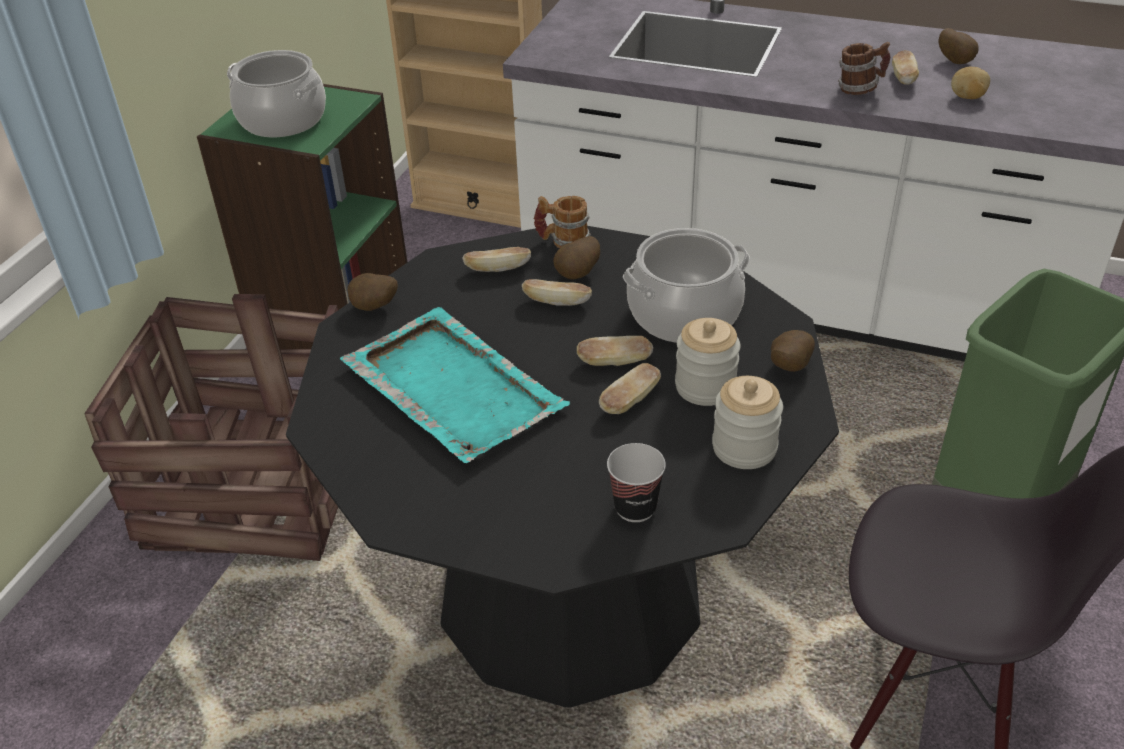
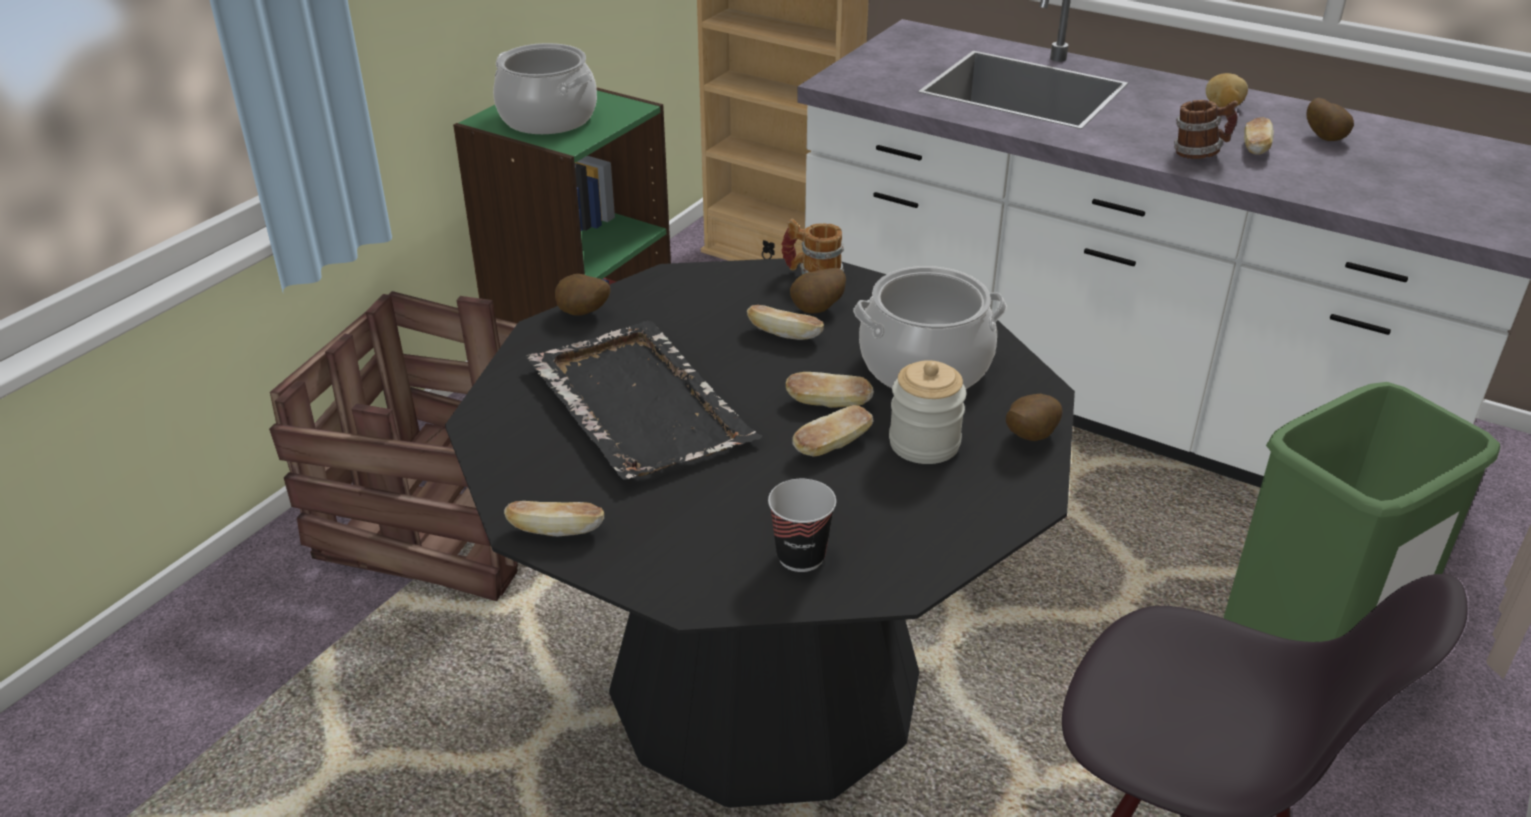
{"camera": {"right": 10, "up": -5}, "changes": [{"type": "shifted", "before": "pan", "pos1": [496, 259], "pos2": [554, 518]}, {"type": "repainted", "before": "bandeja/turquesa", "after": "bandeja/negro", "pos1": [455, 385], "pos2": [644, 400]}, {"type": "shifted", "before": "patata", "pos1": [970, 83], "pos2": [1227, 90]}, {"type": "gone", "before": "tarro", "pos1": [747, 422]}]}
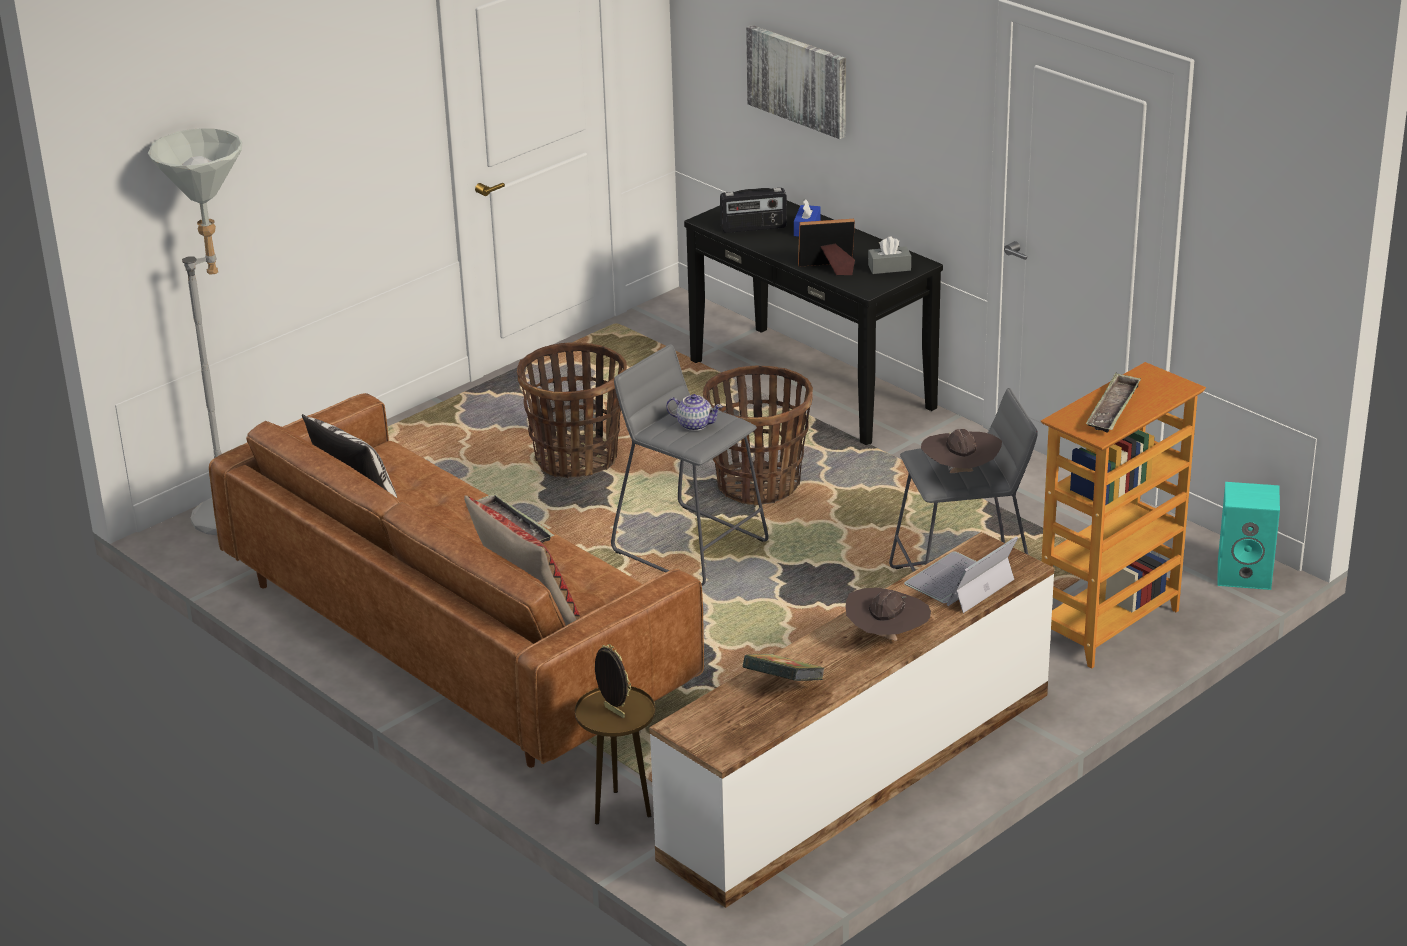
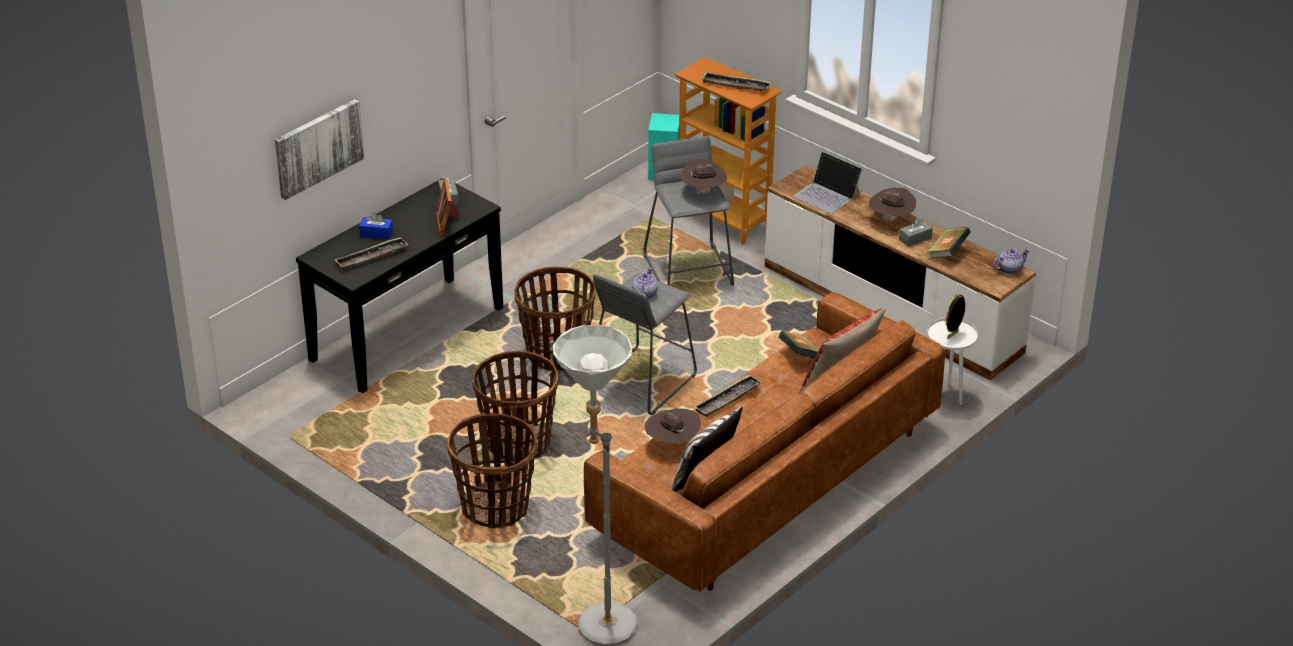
{"camera": {"right": -95, "up": 5}, "changes": [{"type": "swapped", "before": "radio", "after": "bandeja", "pos1": [753, 210], "pos2": [371, 253]}, {"type": "new", "after": "cesta", "pos2": [492, 470]}, {"type": "new", "after": "sombrero/marrón", "pos2": [673, 427]}, {"type": "new", "after": "libro", "pos2": [799, 345]}, {"type": "new", "after": "caja de pañuelos/gris", "pos2": [916, 232]}, {"type": "repainted", "before": "mesa auxiliar/marrón", "after": "mesa auxiliar/blanco", "pos1": [615, 755], "pos2": [952, 361]}, {"type": "new", "after": "tetera", "pos2": [1011, 261]}]}
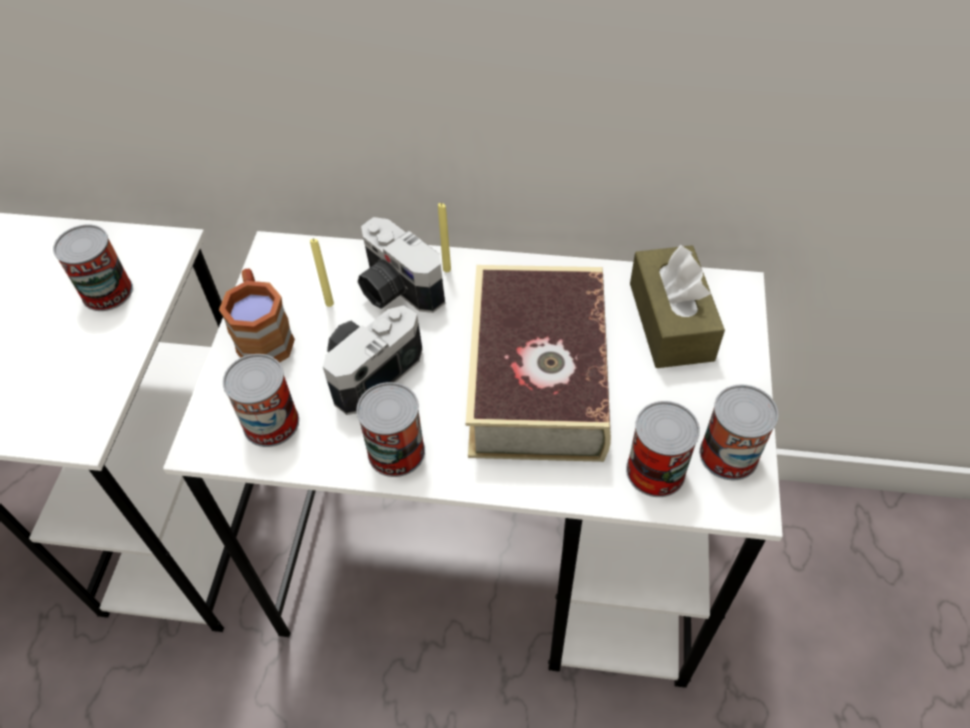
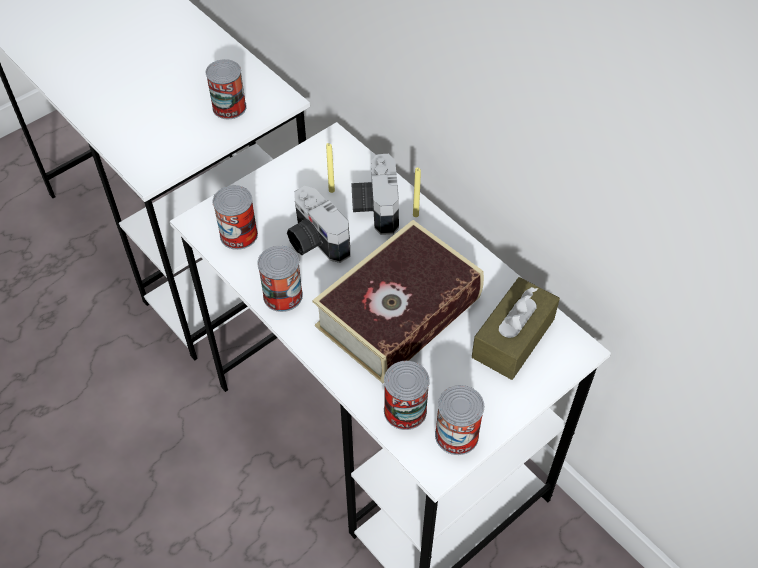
{"camera": {"right": 40, "up": 0}, "changes": [{"type": "rotated", "before": "cámara", "pos1": [372, 360], "pos2": [318, 224], "turn": -120}, {"type": "gone", "before": "taza grande/marrón", "pos1": [257, 316]}]}
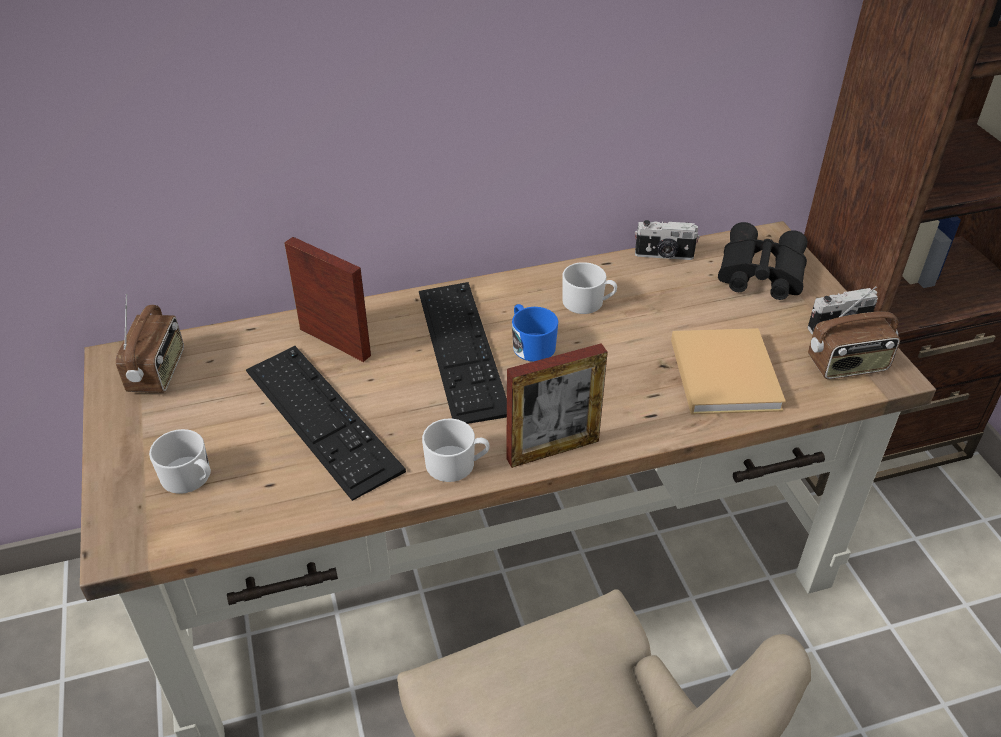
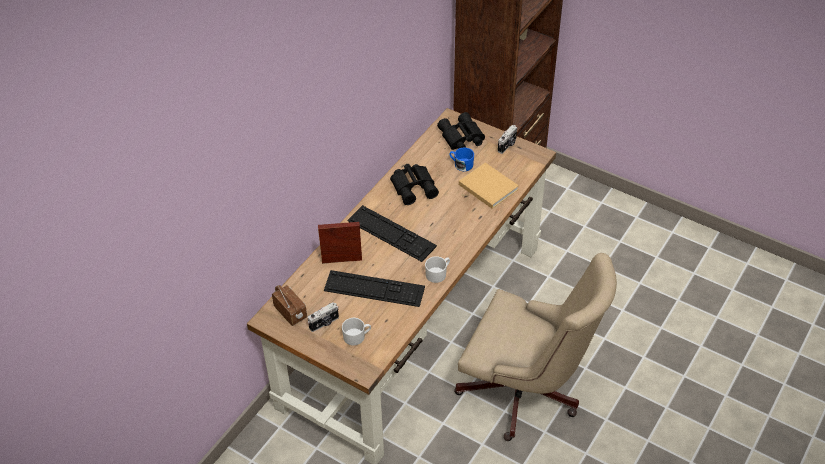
{"camera": {"right": -40, "up": 5}, "changes": [{"type": "shifted", "before": "cámara", "pos1": [667, 240], "pos2": [323, 317]}, {"type": "swapped", "before": "taza grande/blanco", "after": "prismáticos/negro", "pos1": [589, 288], "pos2": [414, 184]}, {"type": "shifted", "before": "taza grande/azul", "pos1": [535, 333], "pos2": [461, 159]}, {"type": "gone", "before": "portarretratos", "pos1": [557, 405]}, {"type": "gone", "before": "radio", "pos1": [854, 332]}]}
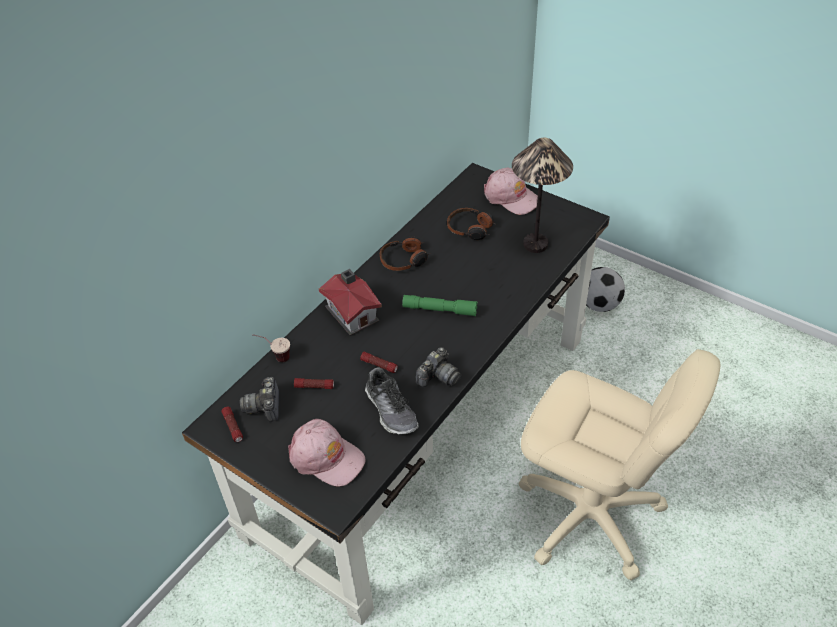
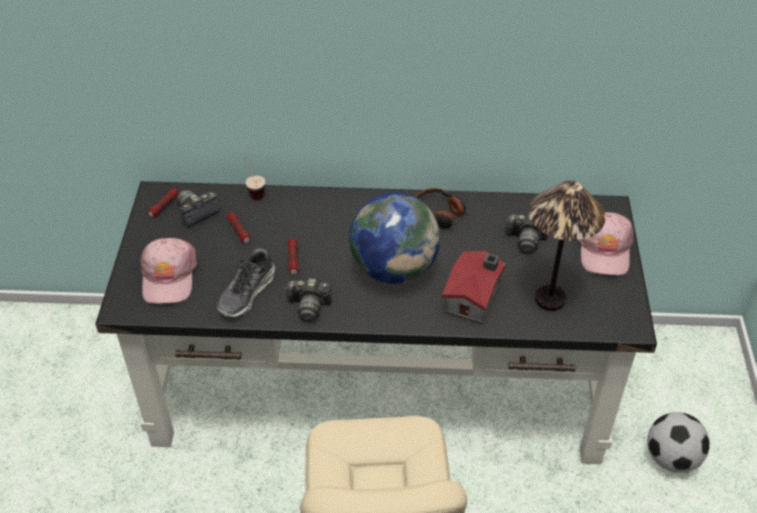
{"camera": {"right": 55, "up": 0}, "changes": [{"type": "swapped", "before": "linterna/verde", "after": "globo terráqueo", "pos1": [440, 305], "pos2": [394, 238]}, {"type": "shifted", "before": "casita", "pos1": [350, 302], "pos2": [474, 287]}, {"type": "swapped", "before": "auriculares", "after": "cámara", "pos1": [472, 224], "pos2": [526, 234]}]}
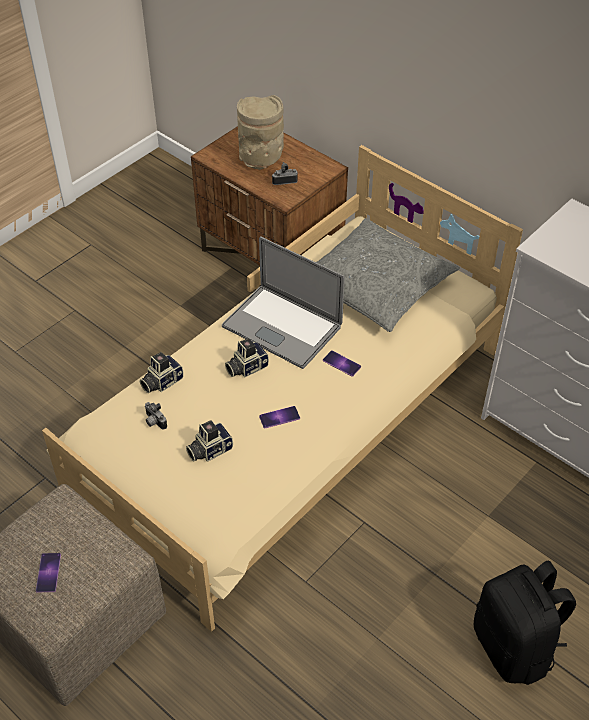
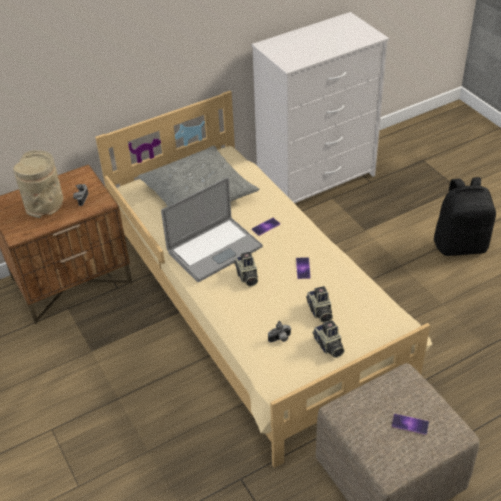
{"camera": {"right": -70, "up": -5}, "changes": [{"type": "shifted", "before": "cámara", "pos1": [162, 372], "pos2": [328, 339]}]}
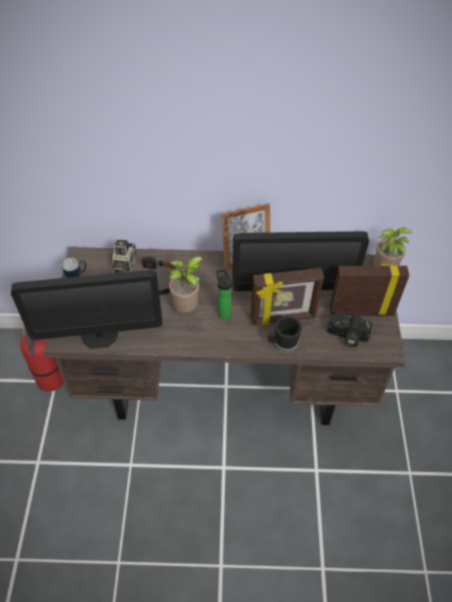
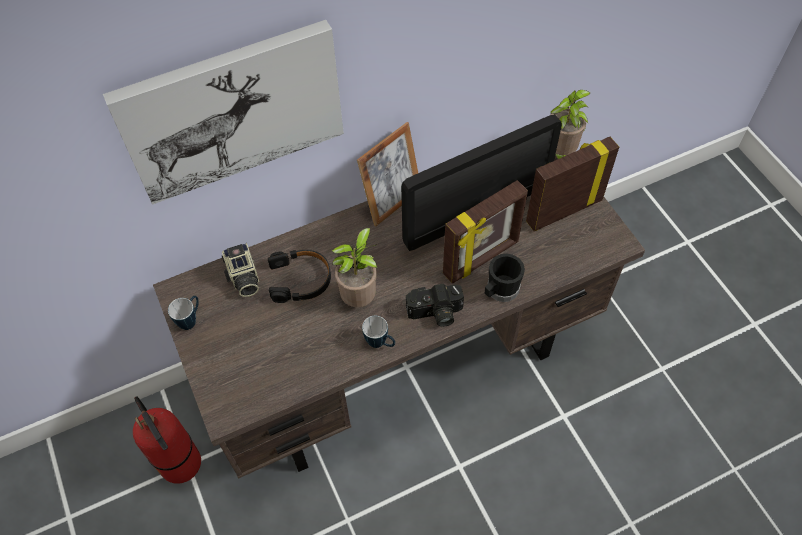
{"camera": {"right": -25, "up": 5}, "changes": [{"type": "new", "after": "cuadro", "pos2": [223, 112]}, {"type": "new", "after": "taza grande", "pos2": [378, 332]}, {"type": "shifted", "before": "cámara", "pos1": [350, 329], "pos2": [435, 305]}, {"type": "gone", "before": "monitor", "pos1": [86, 309]}, {"type": "gone", "before": "botella", "pos1": [224, 294]}]}
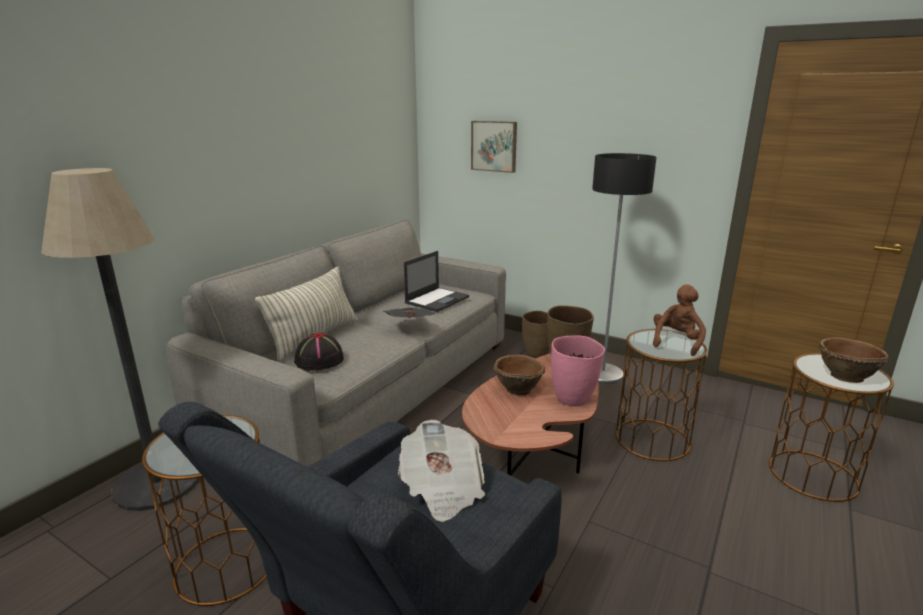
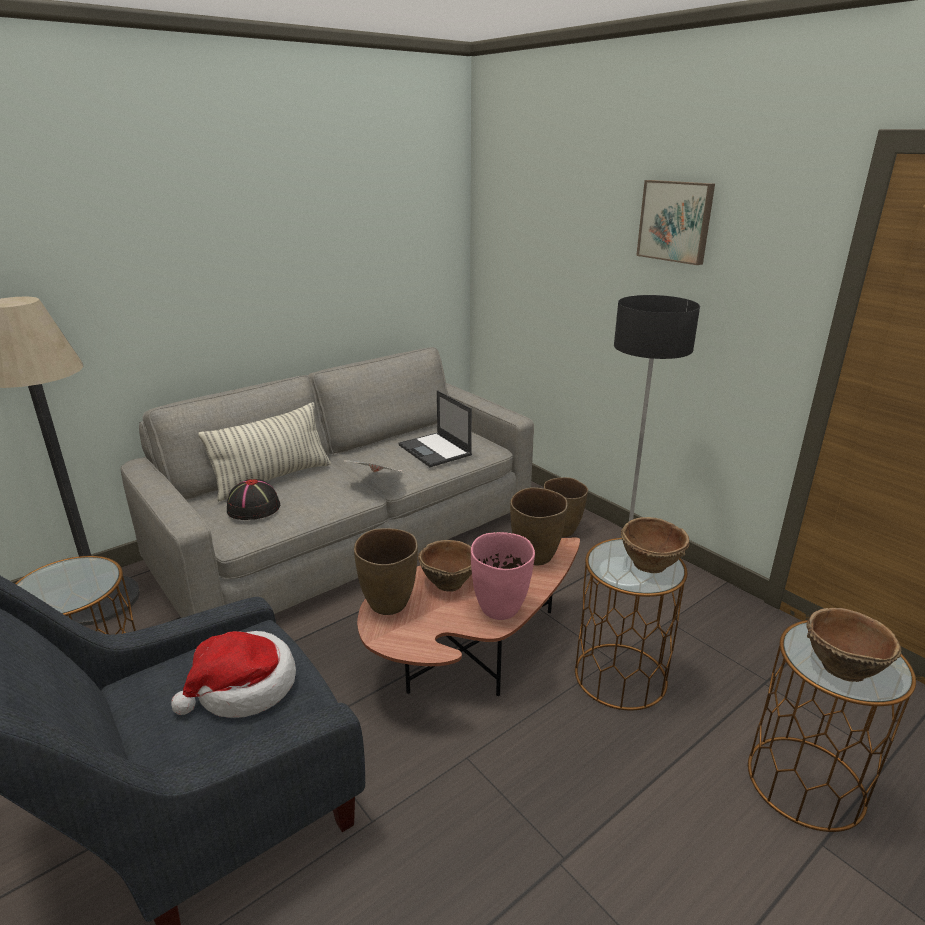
{"camera": {"right": 20, "up": 5}, "changes": [{"type": "swapped", "before": "periódico", "after": "sombrero", "pos1": [441, 471], "pos2": [233, 674]}, {"type": "new", "after": "florero/marrón", "pos2": [386, 571]}, {"type": "rotated", "before": "portátil", "pos1": [436, 281], "pos2": [435, 428], "turn": 90}, {"type": "swapped", "before": "peluche/marrón", "after": "cuenco/marrón", "pos1": [679, 320], "pos2": [655, 545]}, {"type": "shifted", "before": "cuadro", "pos1": [494, 147], "pos2": [675, 222]}]}
